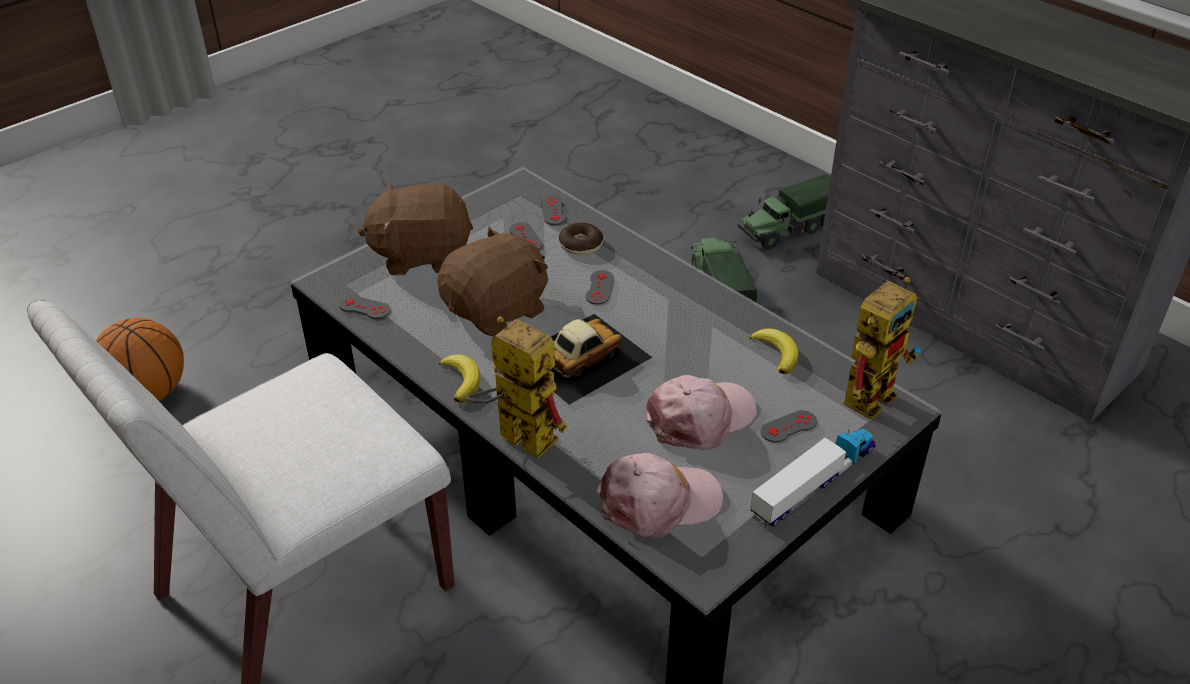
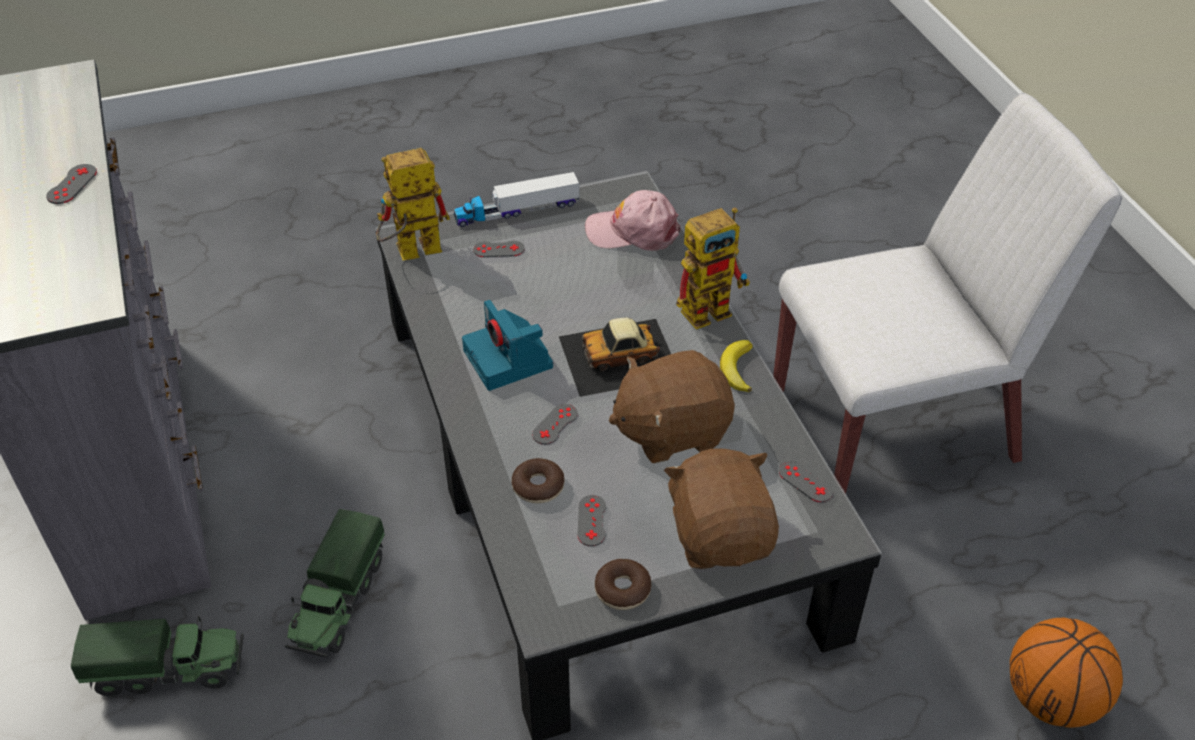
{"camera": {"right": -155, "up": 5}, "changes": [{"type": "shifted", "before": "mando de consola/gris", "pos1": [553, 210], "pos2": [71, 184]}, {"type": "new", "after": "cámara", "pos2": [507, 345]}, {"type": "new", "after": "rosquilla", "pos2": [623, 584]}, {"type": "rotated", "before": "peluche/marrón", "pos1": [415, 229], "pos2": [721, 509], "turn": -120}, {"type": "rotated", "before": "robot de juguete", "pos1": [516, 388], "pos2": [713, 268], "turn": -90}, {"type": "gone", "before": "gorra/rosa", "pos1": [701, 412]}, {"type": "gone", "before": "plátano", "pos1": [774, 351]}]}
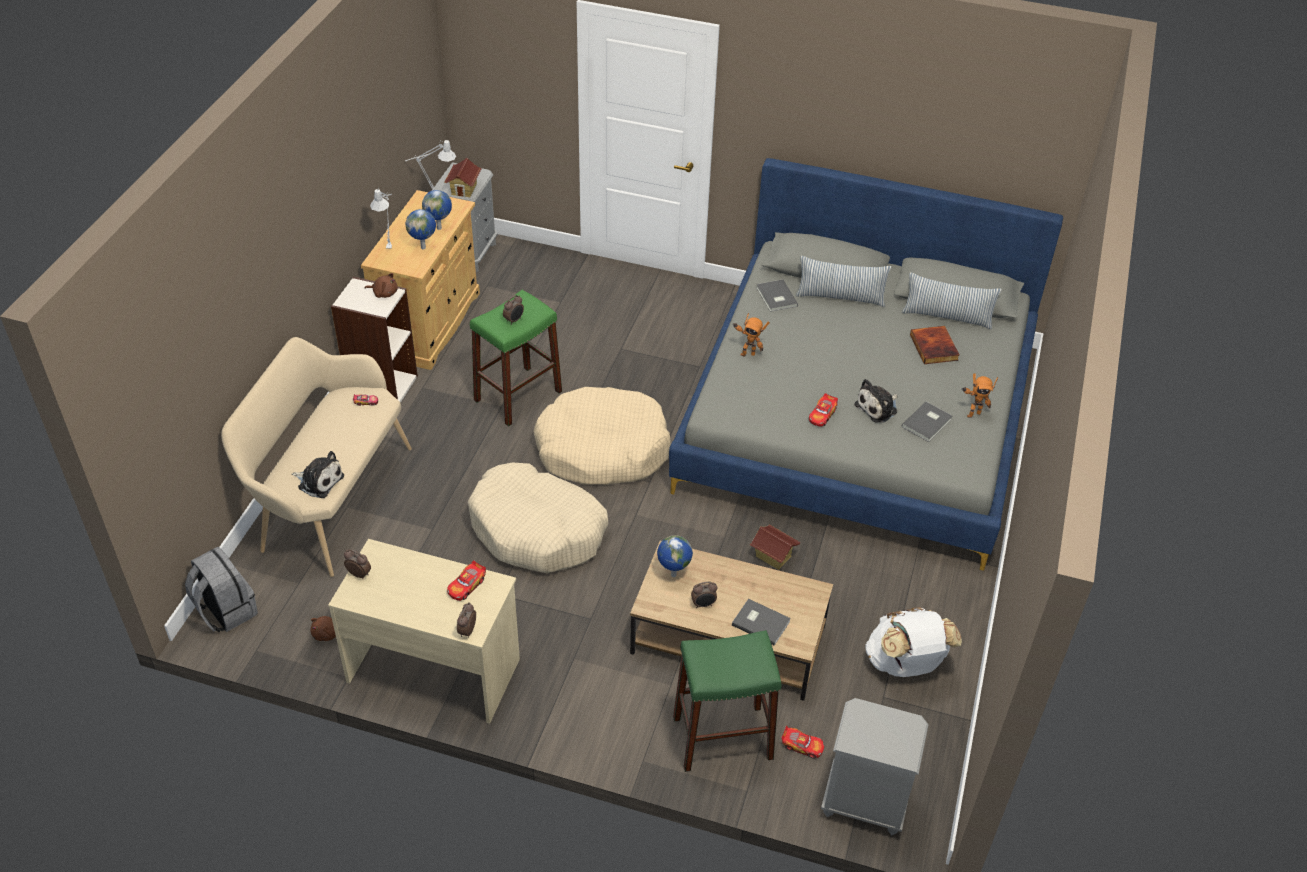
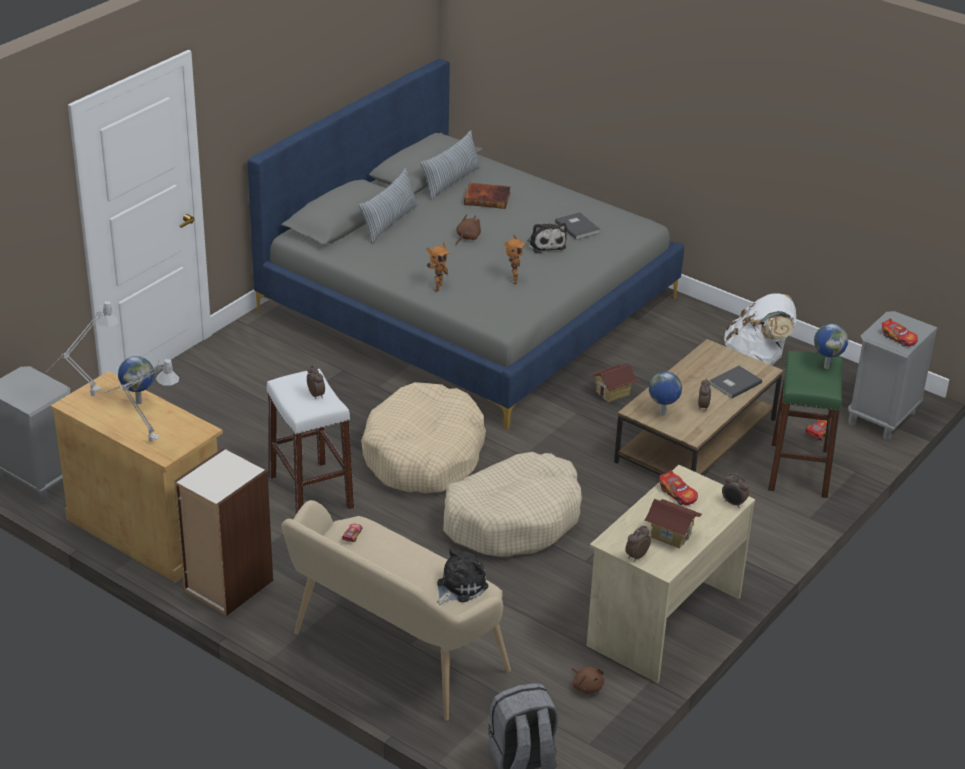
{"camera": {"right": -70, "up": -10}, "changes": [{"type": "repainted", "before": "taburete/verde", "after": "taburete/blanco", "pos1": [516, 358], "pos2": [310, 441]}, {"type": "shifted", "before": "peluche/marrón", "pos1": [381, 285], "pos2": [468, 229]}, {"type": "shifted", "before": "robot de juguete", "pos1": [980, 395], "pos2": [515, 259]}, {"type": "shifted", "before": "casita", "pos1": [463, 177], "pos2": [673, 523]}, {"type": "shifted", "before": "globo terráqueo", "pos1": [420, 229], "pos2": [831, 346]}, {"type": "shifted", "before": "coche de juguete", "pos1": [823, 410], "pos2": [900, 332]}, {"type": "gone", "before": "libro/gris", "pos1": [777, 295]}]}
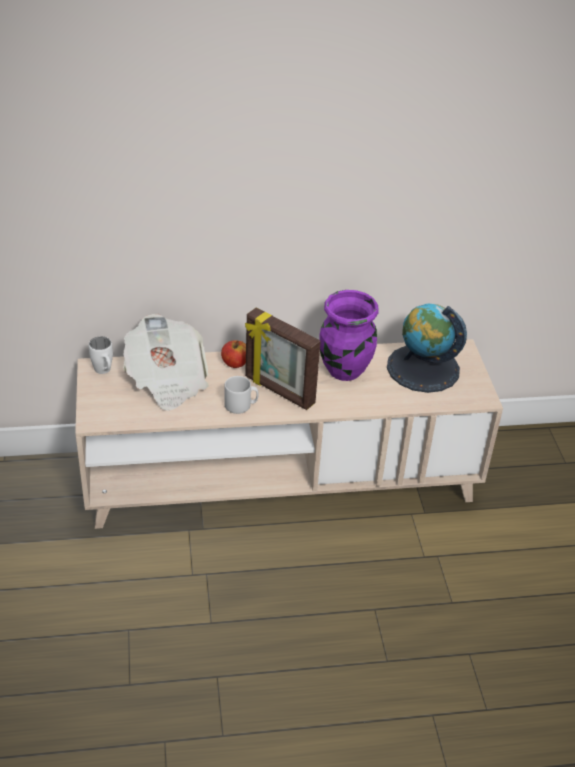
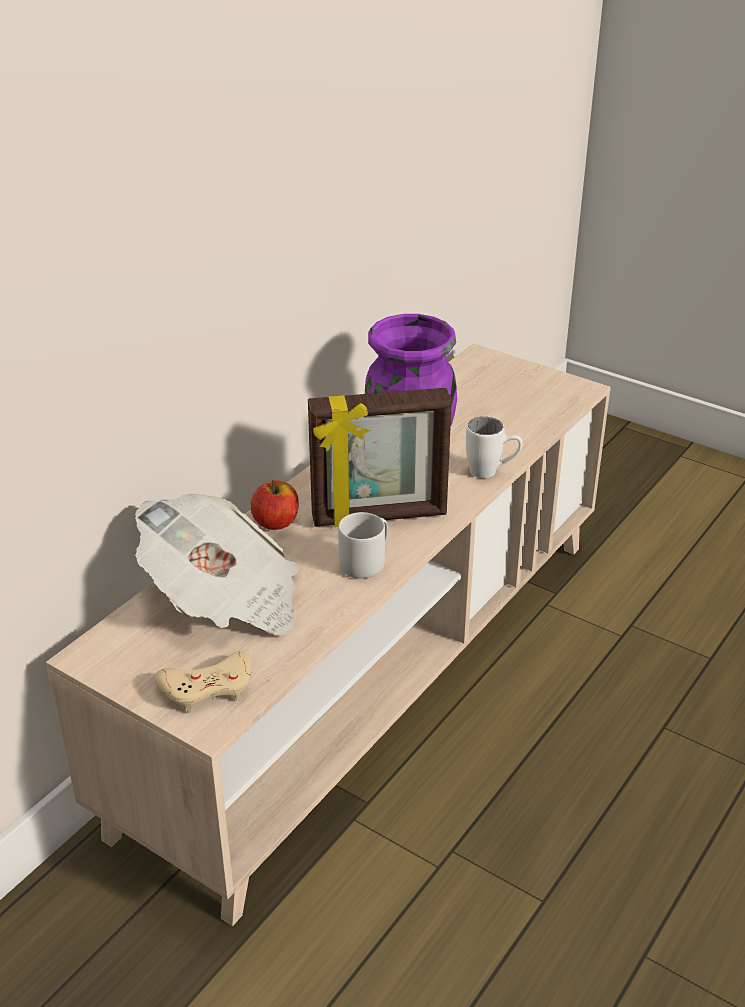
{"camera": {"right": -45, "up": -5}, "changes": [{"type": "new", "after": "mando de consola/beis", "pos2": [203, 682]}, {"type": "shifted", "before": "taza grande/blanco", "pos1": [101, 355], "pos2": [494, 447]}, {"type": "gone", "before": "globo terráqueo", "pos1": [427, 348]}]}
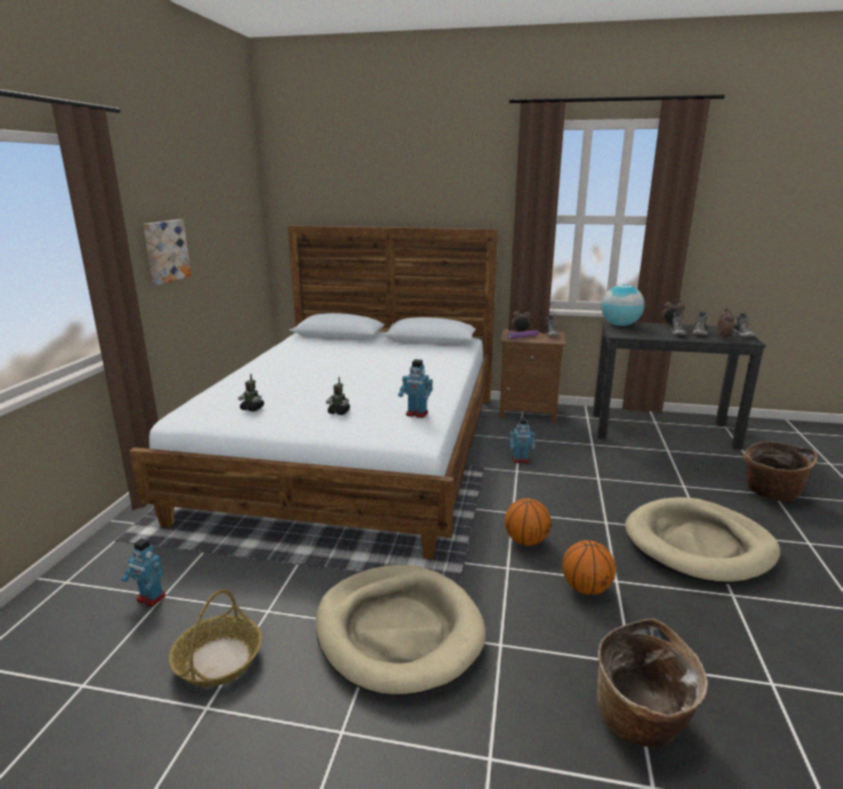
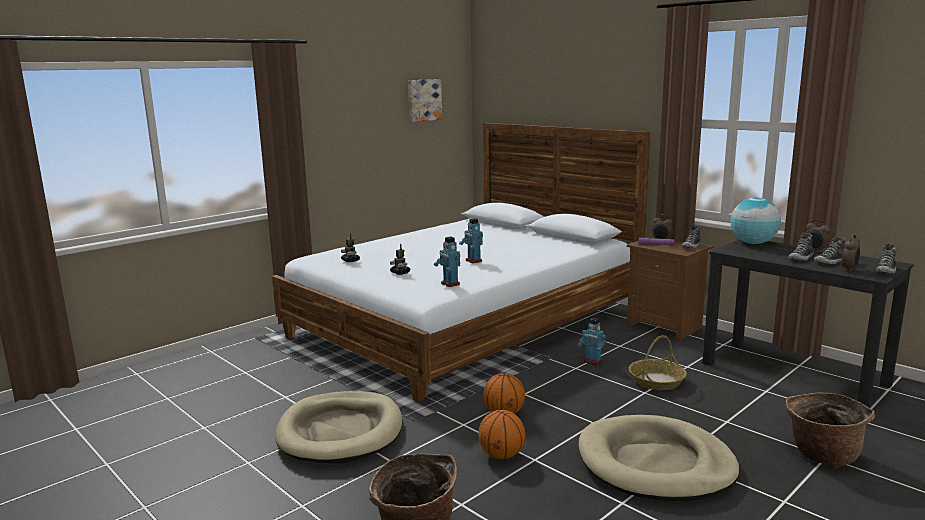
{"camera": {"right": 35, "up": -5}, "changes": [{"type": "shifted", "before": "cuadro", "pos1": [167, 252], "pos2": [425, 100]}, {"type": "shifted", "before": "robot de juguete", "pos1": [143, 572], "pos2": [471, 240]}, {"type": "shifted", "before": "cesta", "pos1": [215, 638], "pos2": [658, 362]}]}
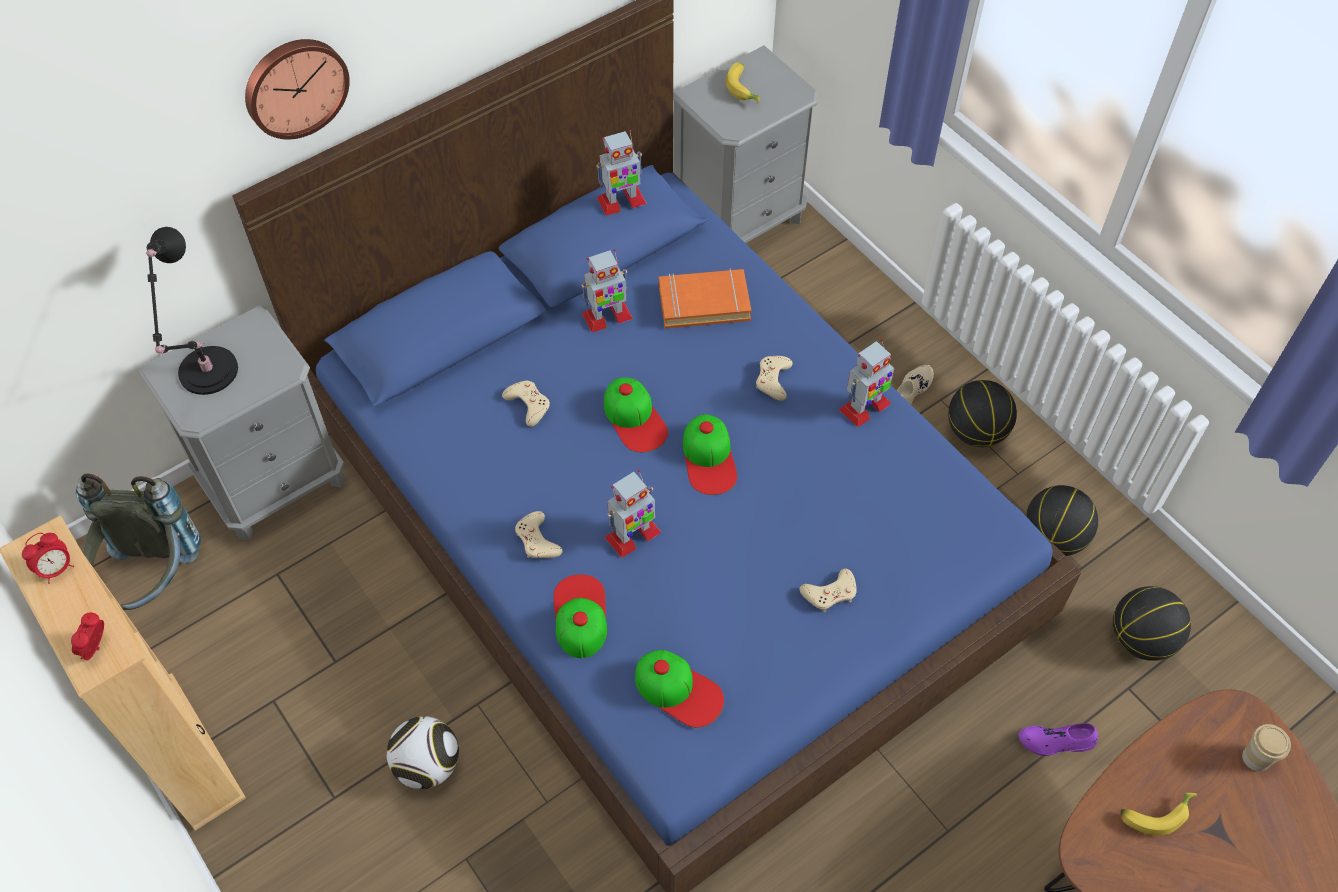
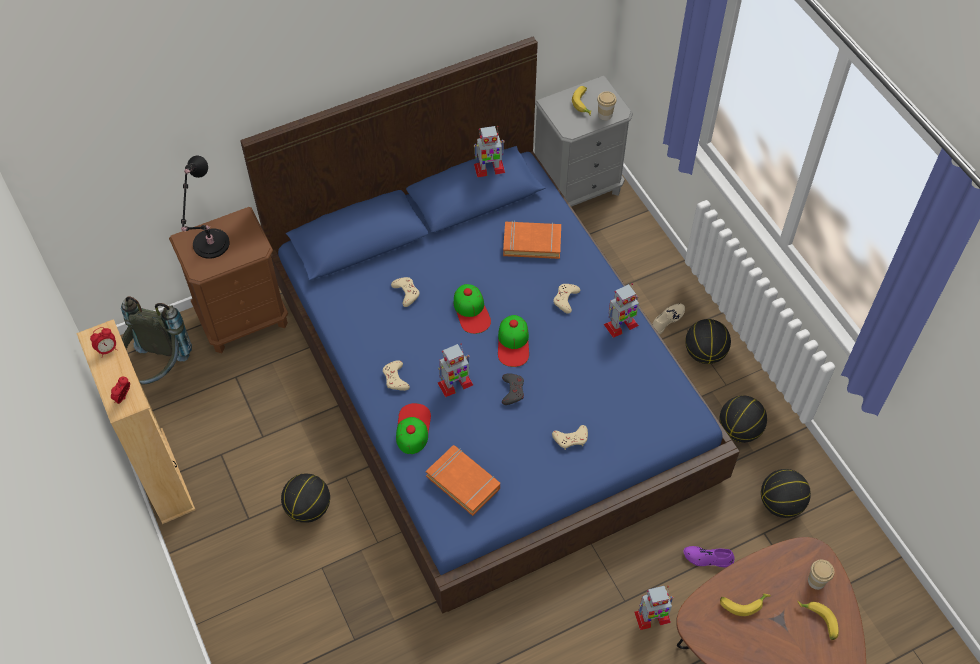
{"camera": {"right": 10, "up": 0}, "changes": [{"type": "repainted", "before": "mesita de noche/gris", "after": "mesita de noche/marrón", "pos1": [241, 423], "pos2": [228, 280]}, {"type": "swapped", "before": "balón de fútbol", "after": "balón de baloncesto", "pos1": [423, 752], "pos2": [305, 498]}, {"type": "swapped", "before": "gorra", "after": "libro/naranja", "pos1": [679, 689], "pos2": [463, 480]}, {"type": "new", "after": "mando de consola/gris", "pos2": [513, 389]}, {"type": "new", "after": "taza", "pos2": [607, 105]}, {"type": "shifted", "before": "robot de juguete", "pos1": [607, 290], "pos2": [654, 608]}, {"type": "new", "after": "plátano", "pos2": [818, 620]}, {"type": "gone", "before": "reloj de pared", "pos1": [297, 89]}]}
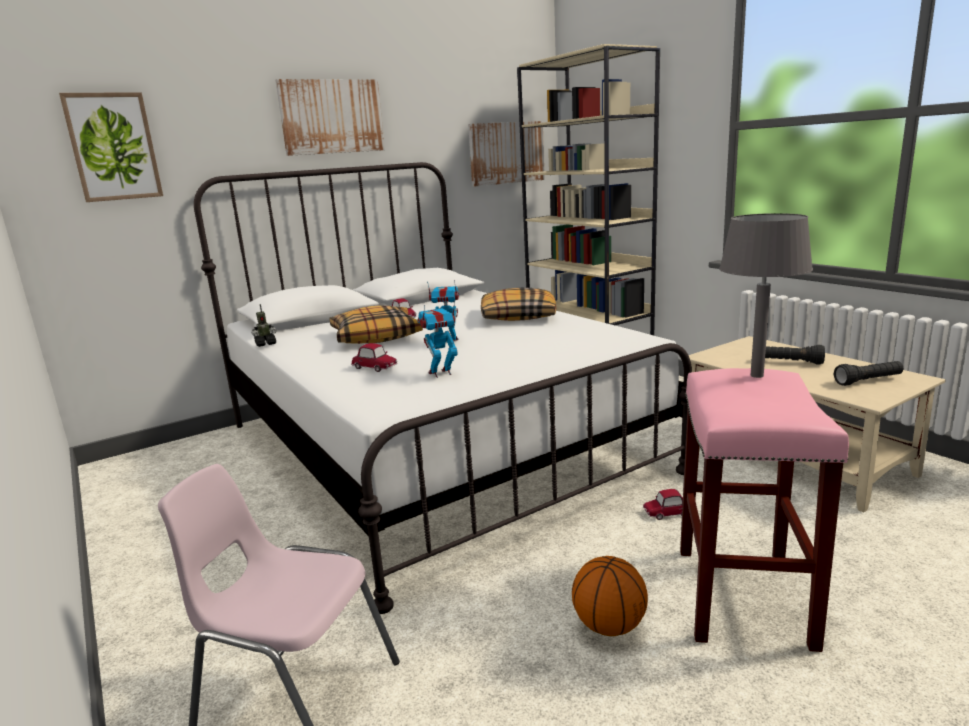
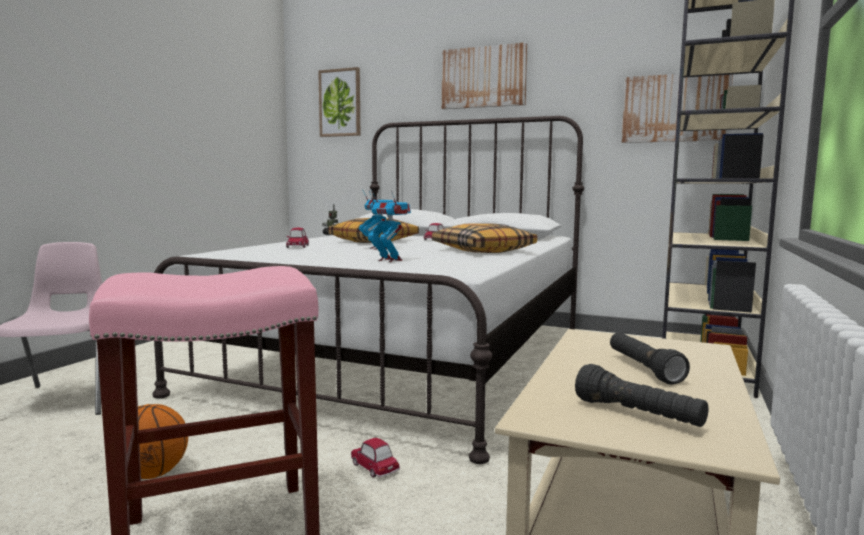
{"camera": {"right": 55, "up": -10}, "changes": [{"type": "shifted", "before": "robot de juguete", "pos1": [437, 339], "pos2": [389, 226]}, {"type": "gone", "before": "lámpara de mesa/gris", "pos1": [766, 295]}]}
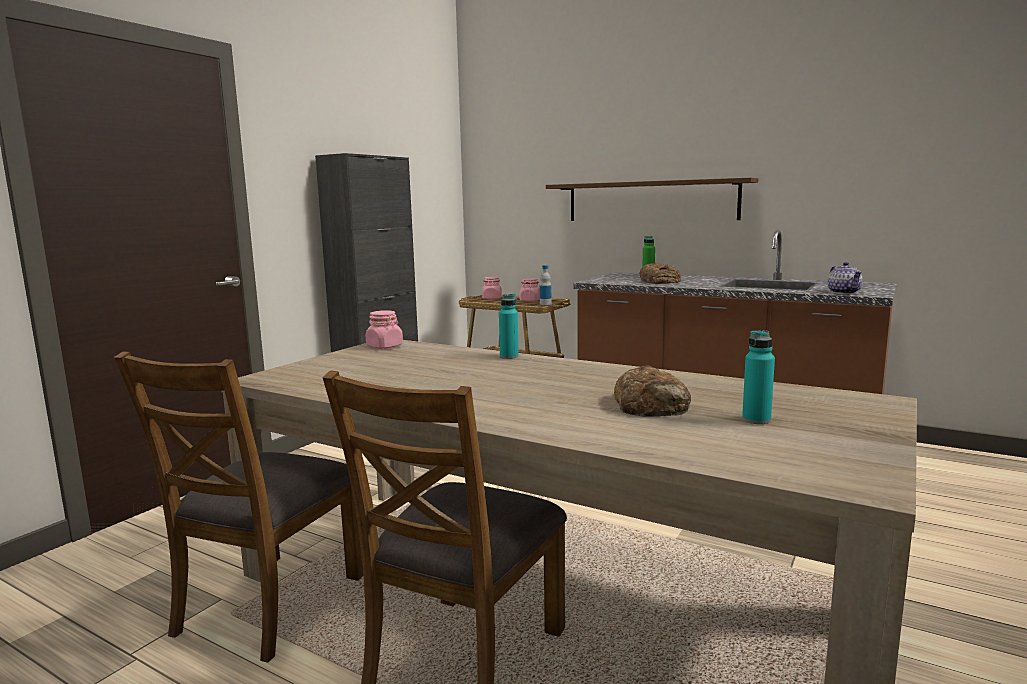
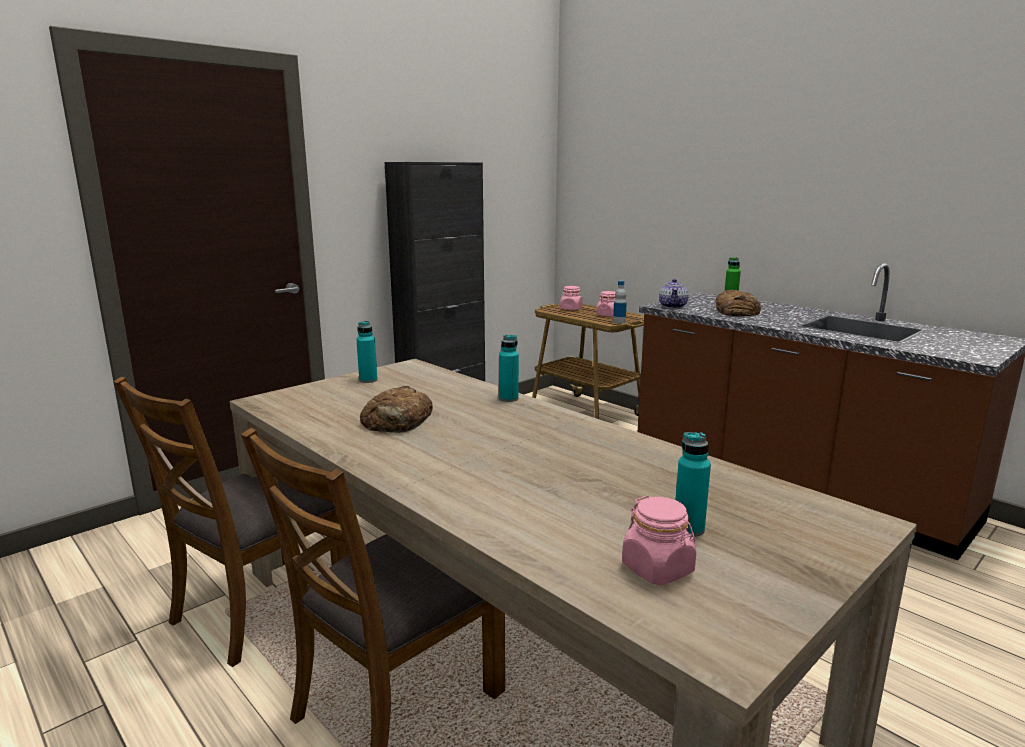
{"camera": {"right": 15, "up": 5}, "changes": [{"type": "new", "after": "botella/turquesa", "pos2": [367, 352]}, {"type": "shifted", "before": "pan", "pos1": [652, 391], "pos2": [396, 409]}, {"type": "shifted", "before": "tarro/rosa", "pos1": [384, 329], "pos2": [659, 540]}, {"type": "shifted", "before": "tetera", "pos1": [845, 278], "pos2": [674, 294]}, {"type": "gone", "before": "estante", "pos1": [652, 199]}]}
